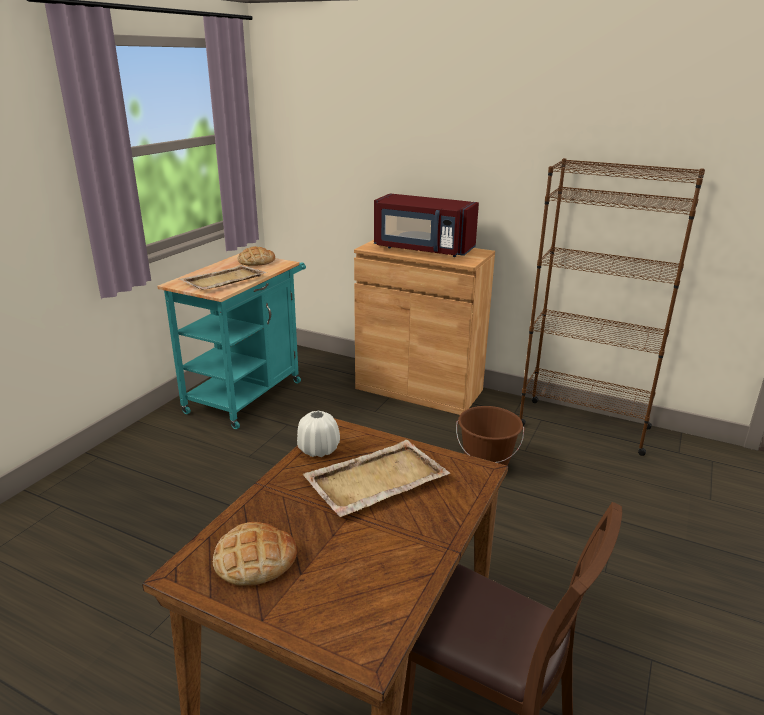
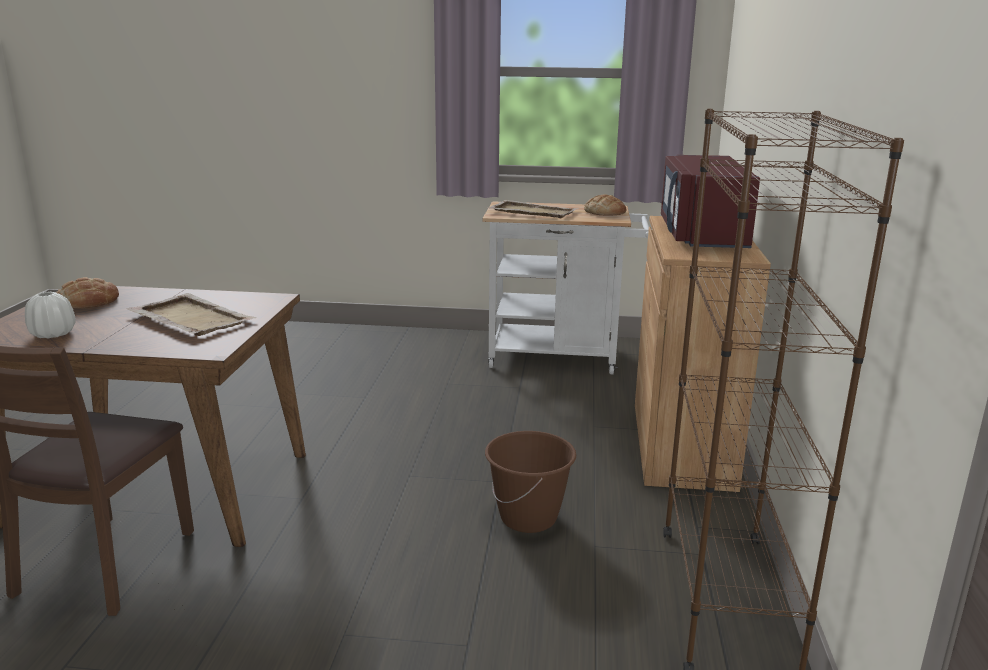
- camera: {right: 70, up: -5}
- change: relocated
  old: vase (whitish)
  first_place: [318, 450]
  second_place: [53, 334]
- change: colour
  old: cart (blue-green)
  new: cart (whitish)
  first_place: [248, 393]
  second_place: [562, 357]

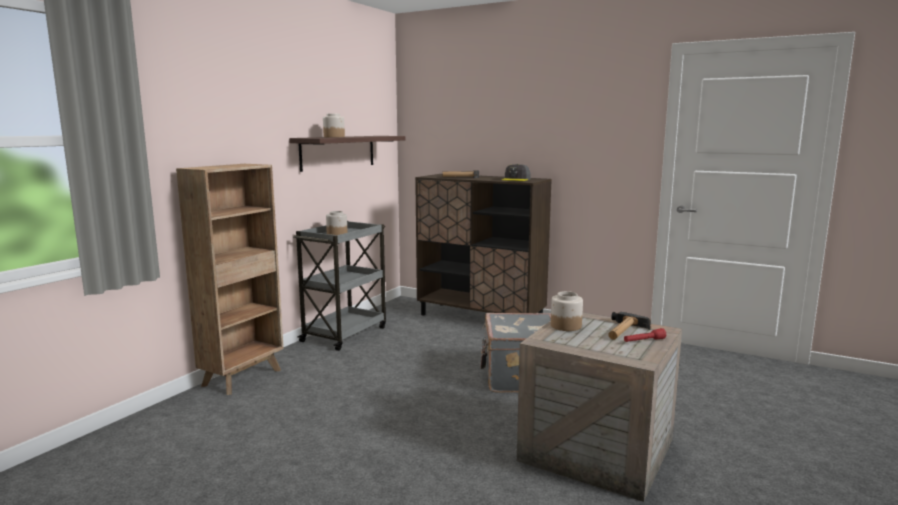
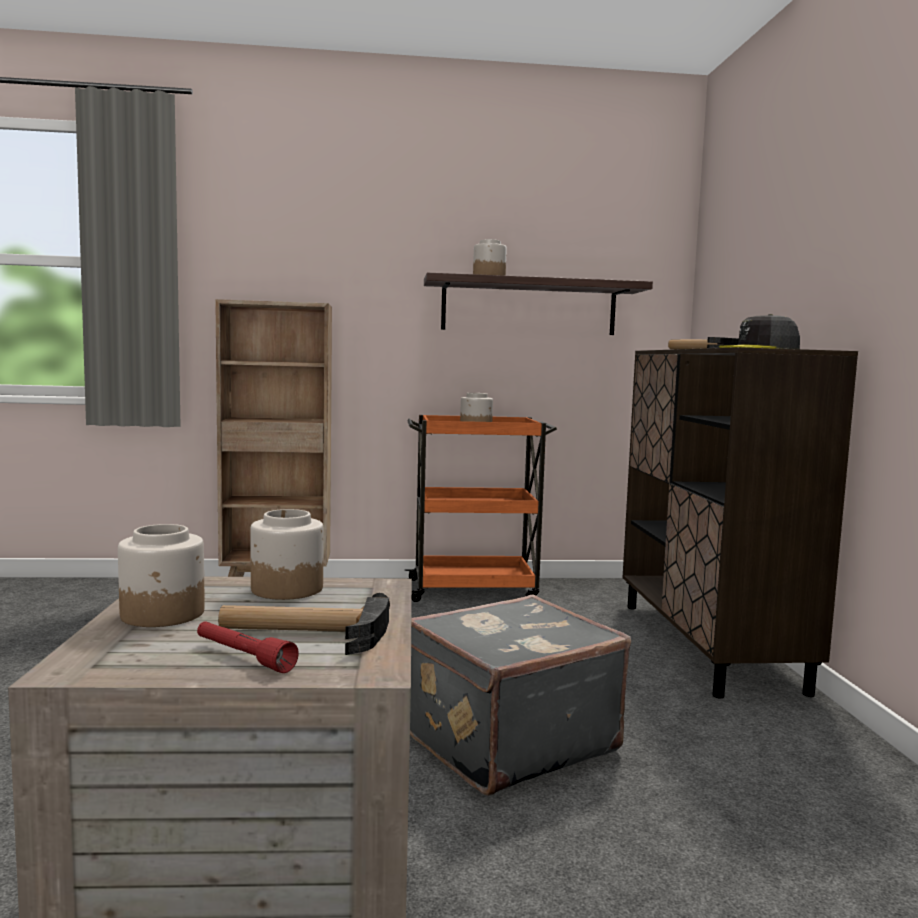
- camera: {right: 55, up: -5}
- change: appeared
  new: storage jar
  second_place: [163, 614]
- change: colour
  old: cart (gray)
  new: cart (orange-coloured)
  first_place: [345, 333]
  second_place: [474, 590]

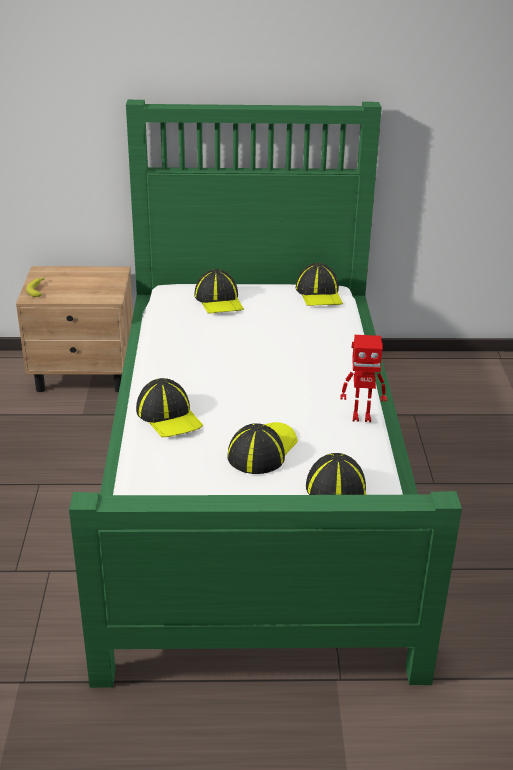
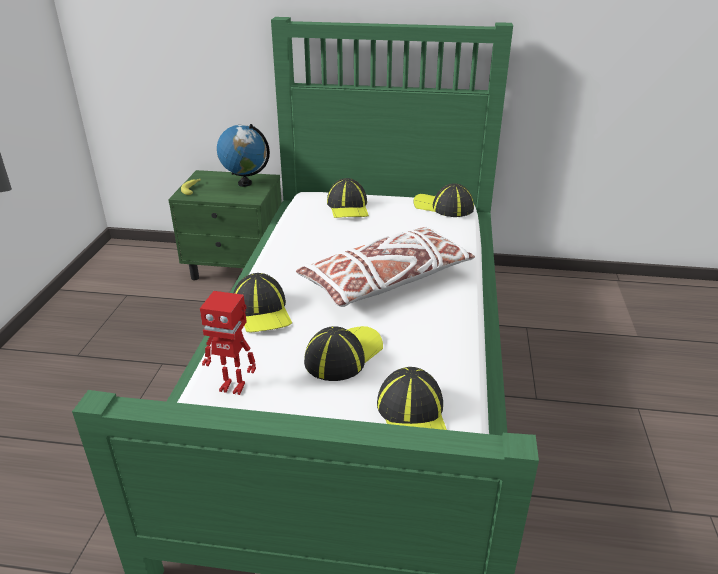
- camera: {right: 10, up: 0}
- change: colour
  old: nightstand (beige)
  new: nightstand (green-coloured)
  first_place: [85, 374]
  second_place: [237, 268]
- change: relocated
  old: toy robot
  first_place: [361, 417]
  second_place: [233, 386]
- change: appeared
  new: globe
  second_place: [245, 183]
- change: appeared
  new: cushion (whitish)
  second_place: [386, 281]
- change: spun
  old: baseball cap
  first_place: [319, 294]
  second_place: [443, 207]
  degrees: 120

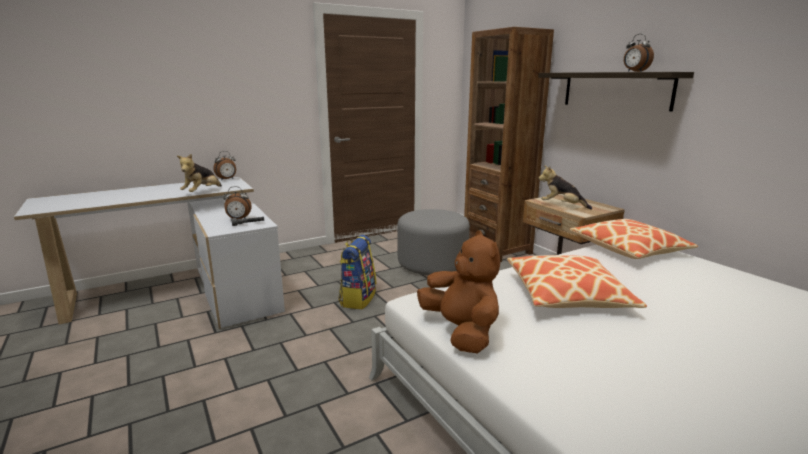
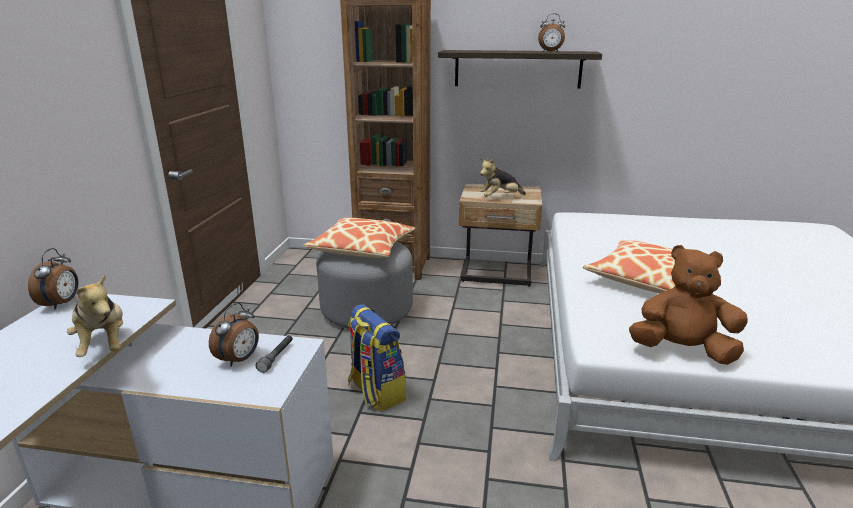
- camera: {right: -50, up: 5}
- change: relocated
  old: cushion
  first_place: [628, 249]
  second_place: [362, 248]

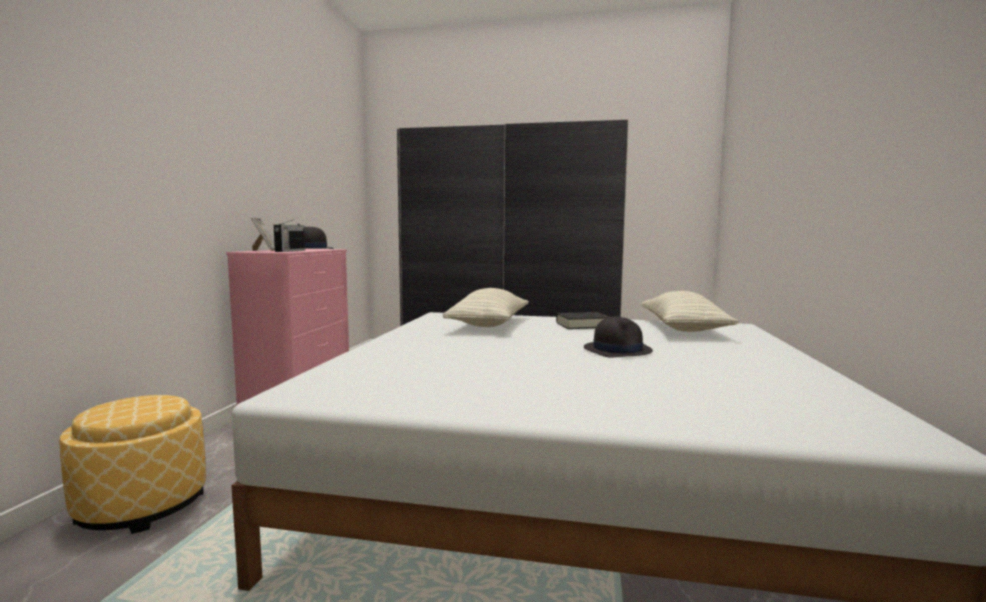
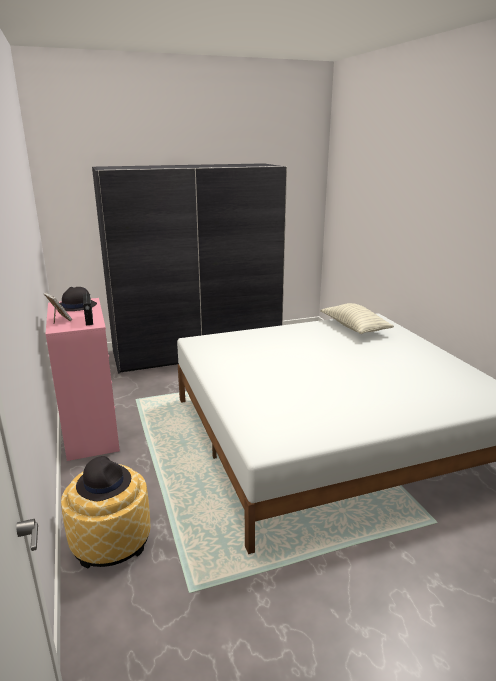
- camera: {right: -30, up: 15}
- change: relocated
  old: clothing hat (blackish)
  first_place: [617, 350]
  second_place: [104, 482]
- change: missing
  old: cushion
  first_place: [489, 325]
- change: missing
  old: volume (blackish)
  first_place: [582, 325]

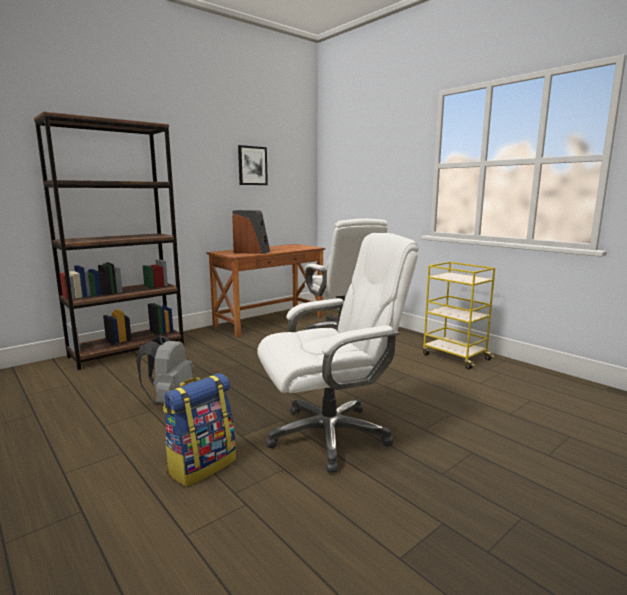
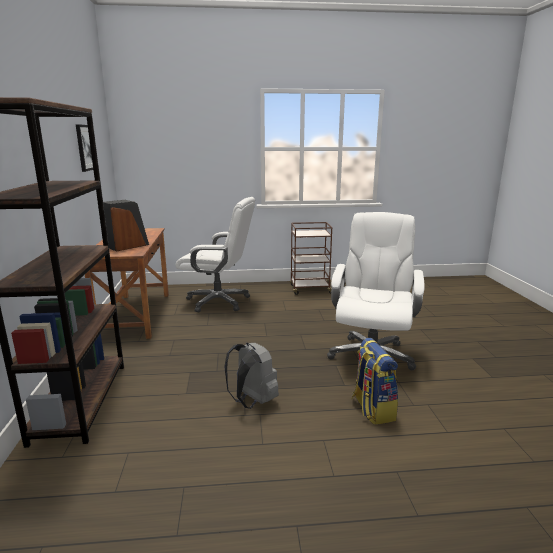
- camera: {right: -55, up: 5}
- change: colour
  old: cart (yellow-coloured)
  new: cart (brown-coloured)
  first_place: [454, 357]
  second_place: [310, 289]

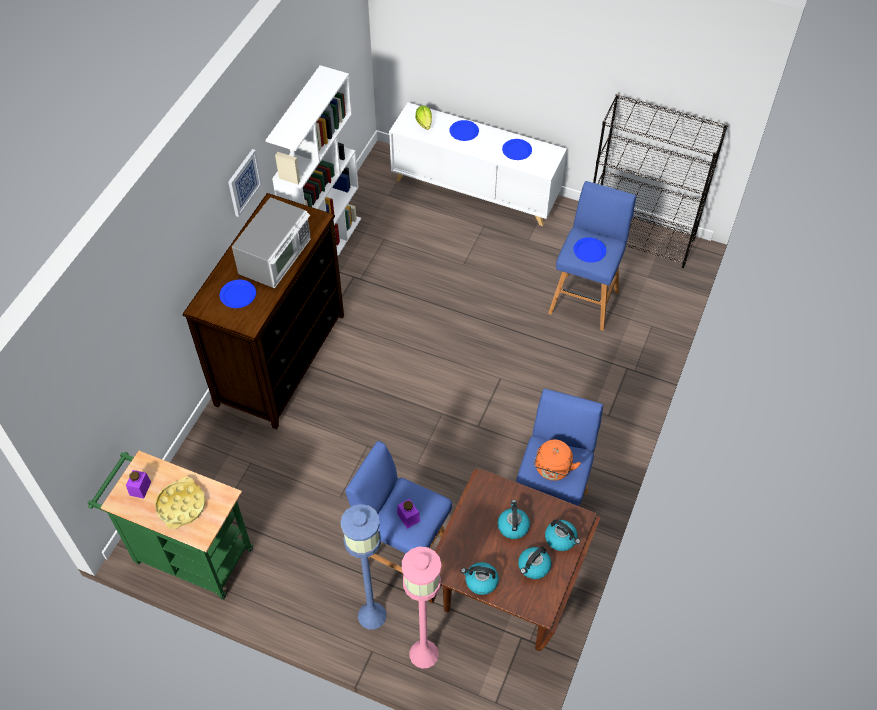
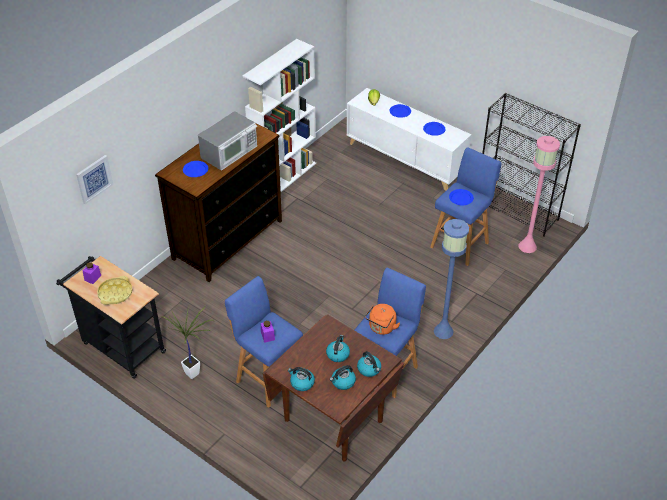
- camera: {right: 15, up: -10}
- change: colour
  old: cart (green-coloured)
  new: cart (blackish)
  first_place: [187, 554]
  second_place: [120, 346]
- change: relocated
  old: wall picture
  first_place: [243, 182]
  second_place: [94, 179]
- change: appeared
  new: plant in a pot
  second_place: [195, 373]
- change: relocated
  old: standard lamp (bluish)
  first_place: [371, 616]
  second_place: [443, 331]
- change: relocated
  old: standard lamp (pink)
  first_place: [424, 654]
  second_place: [527, 246]

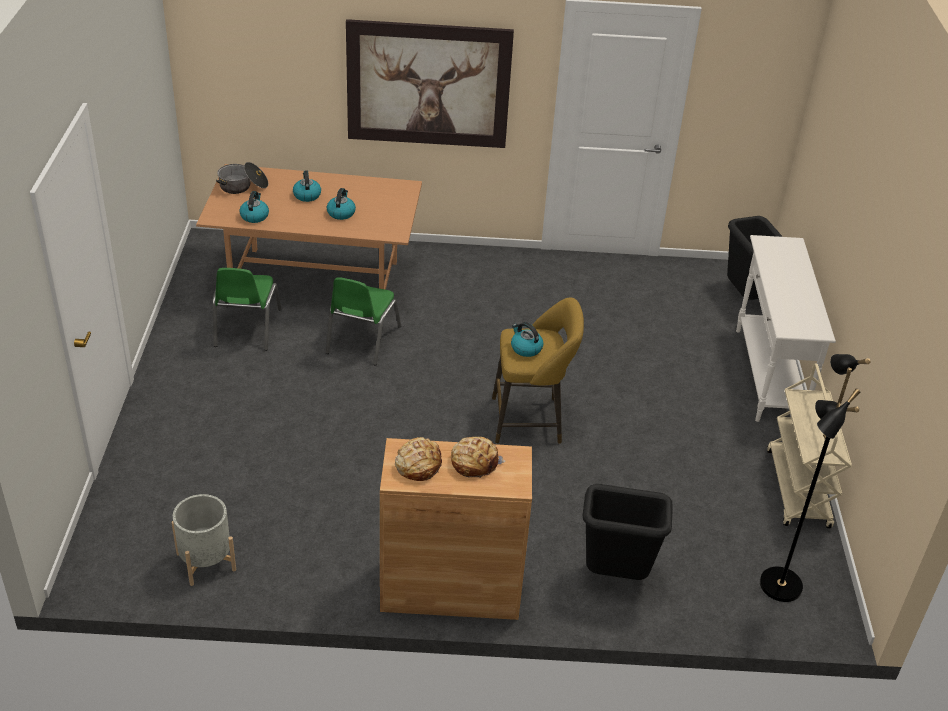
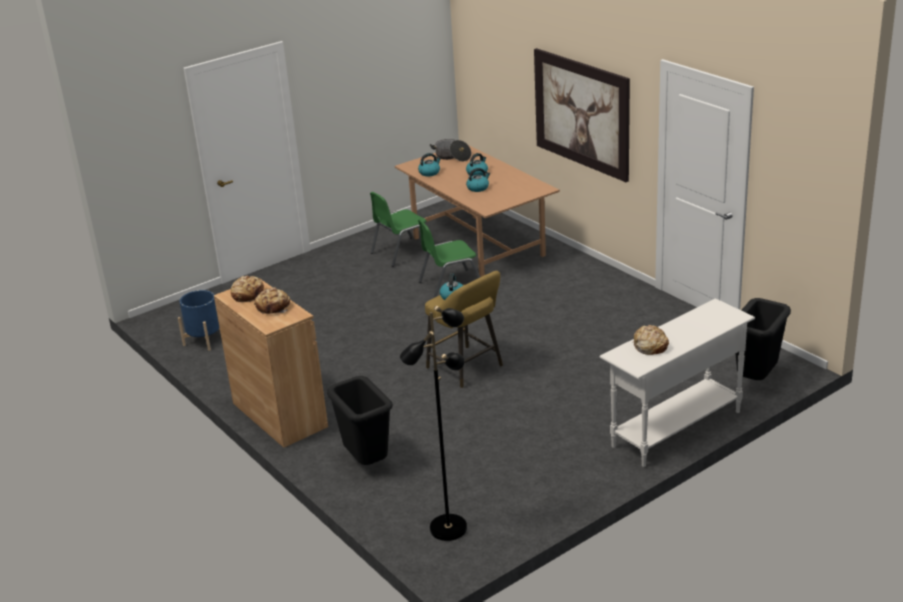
- camera: {right: 55, up: -10}
- change: colour
  old: flower pot (gray)
  new: flower pot (bluish)
  first_place: [206, 561]
  second_place: [205, 340]
- change: appeared
  new: bakery bread
  second_place: [650, 346]
- change: missing
  old: cart (beige)
  first_place: [798, 489]

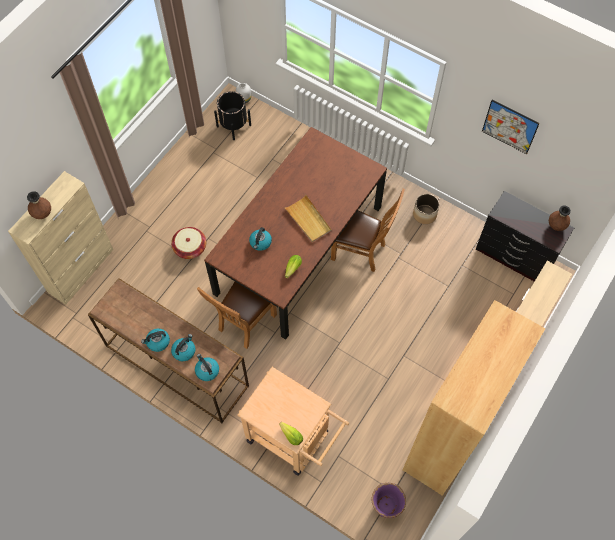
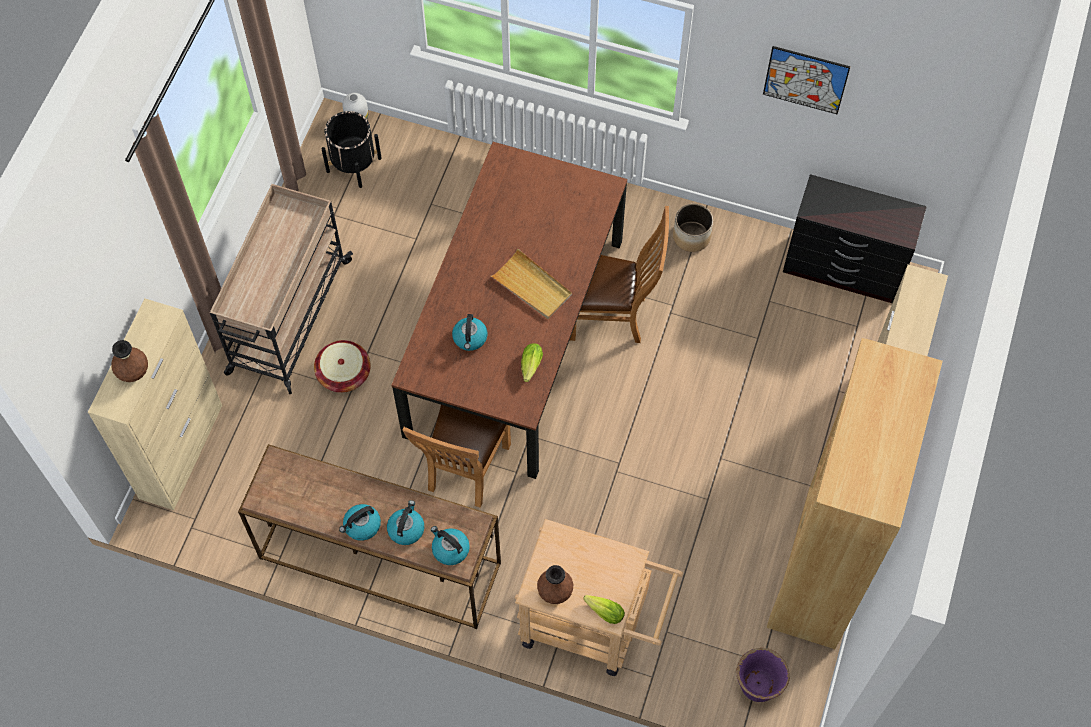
- camera: {right: -15, up: 0}
- change: appeared
  new: cart (beige)
  second_place: [288, 318]
- change: relocated
  old: vase (brown-coloured)
  first_place: [556, 226]
  second_place: [555, 592]

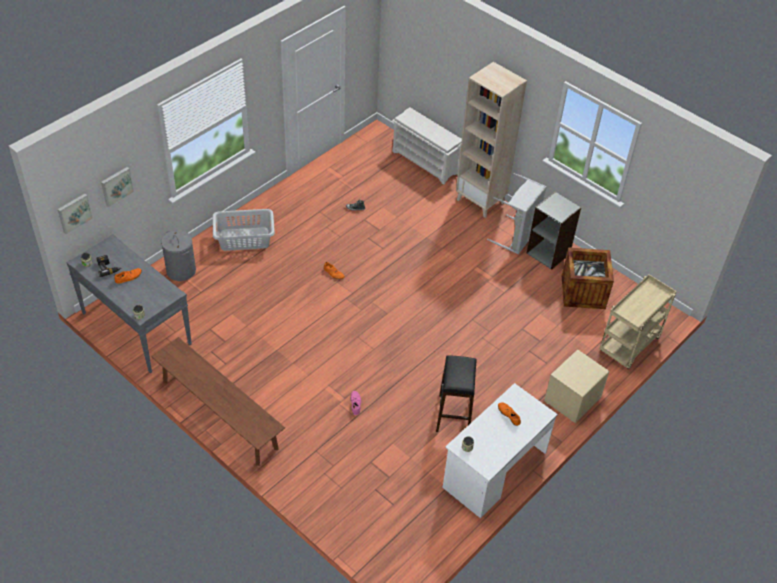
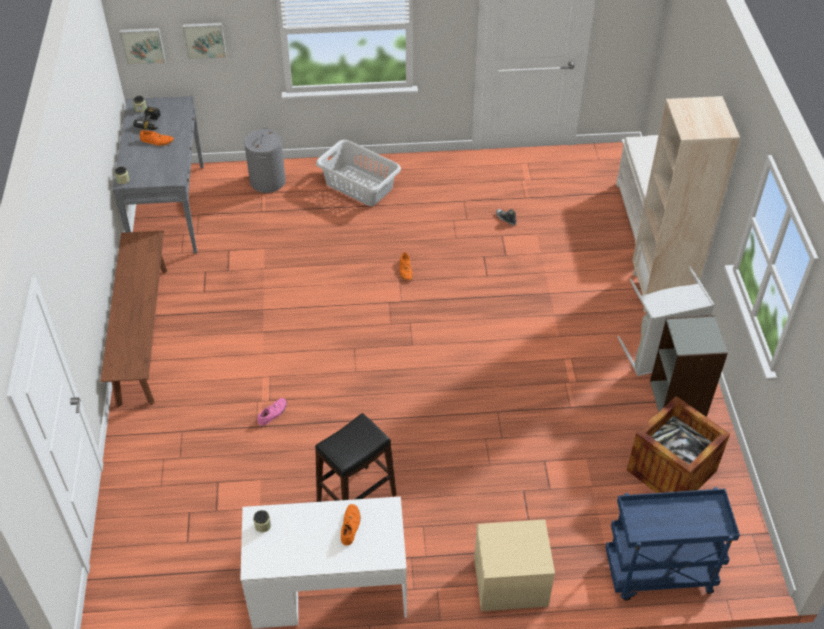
- camera: {right: 45, up: 0}
- change: colour
  old: cart (beige)
  new: cart (bluish)
  first_place: [629, 346]
  second_place: [658, 574]

